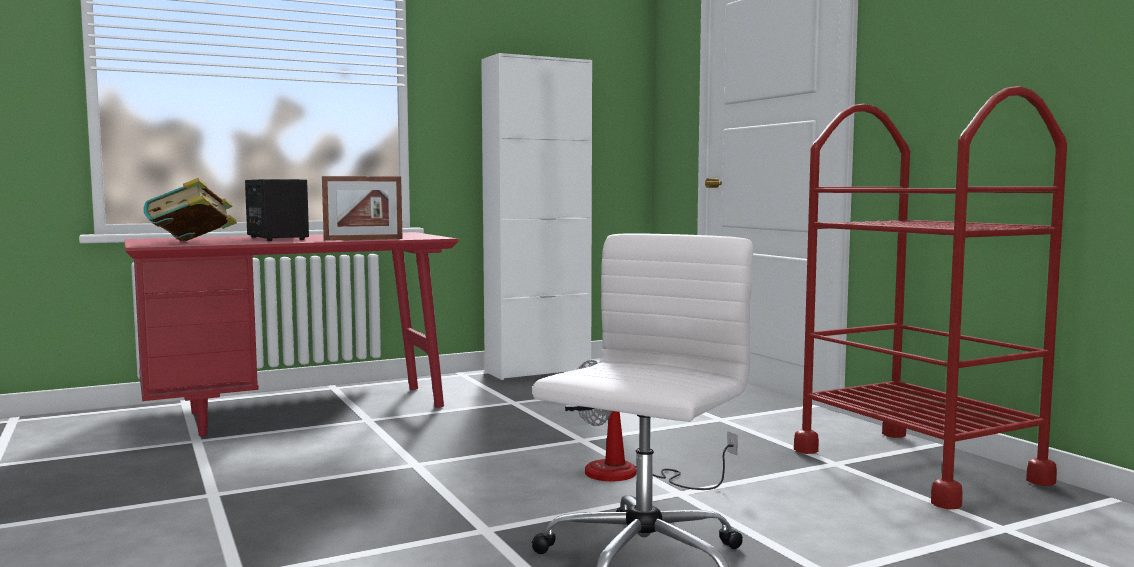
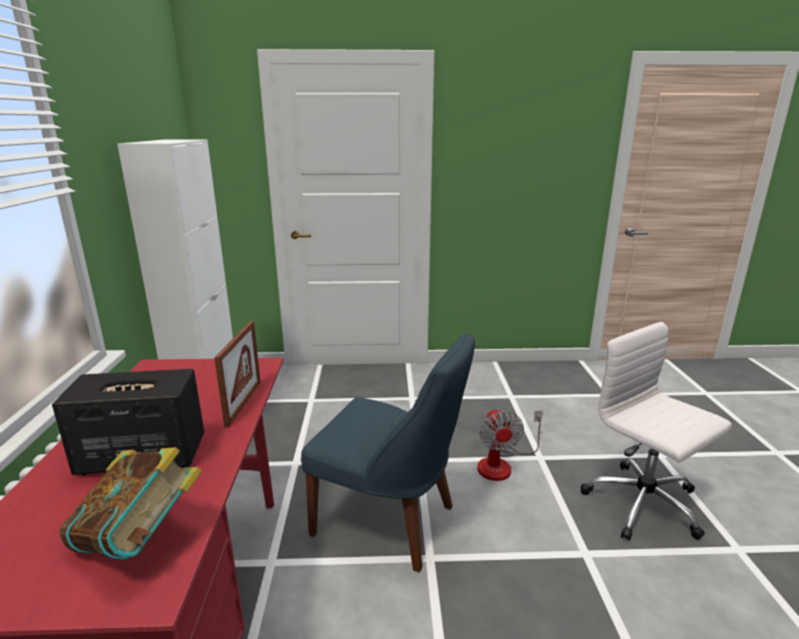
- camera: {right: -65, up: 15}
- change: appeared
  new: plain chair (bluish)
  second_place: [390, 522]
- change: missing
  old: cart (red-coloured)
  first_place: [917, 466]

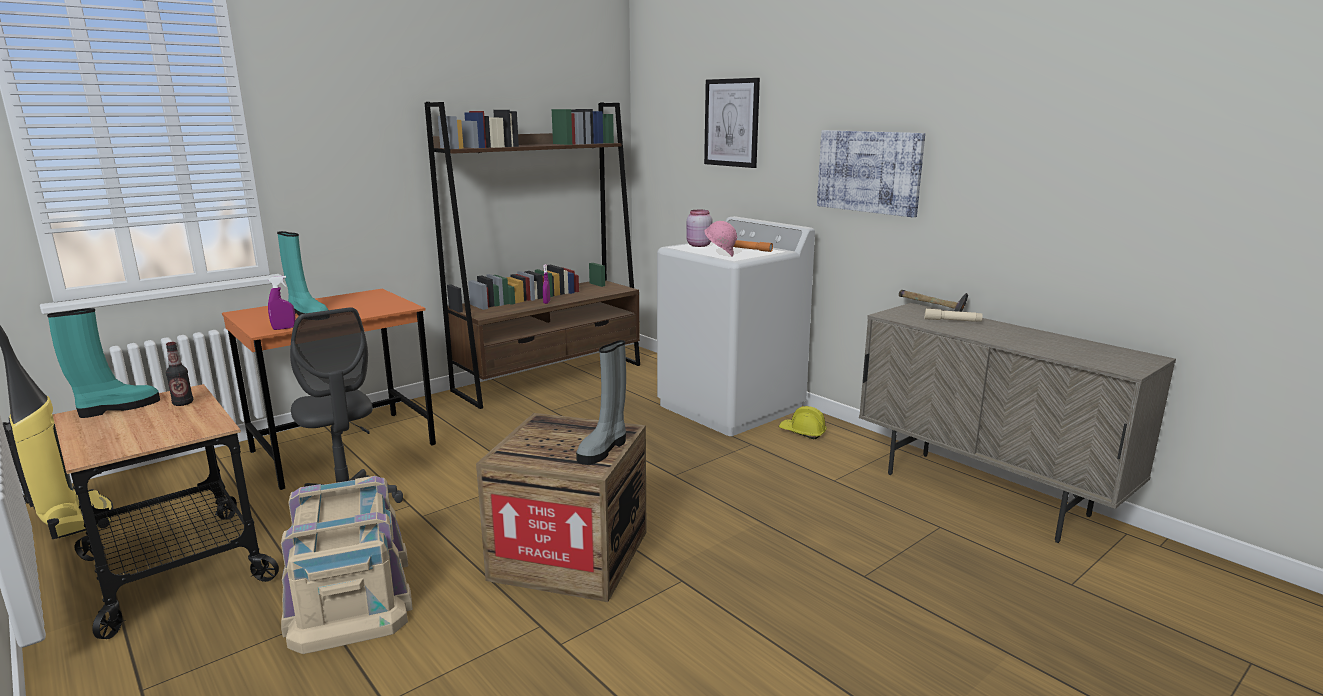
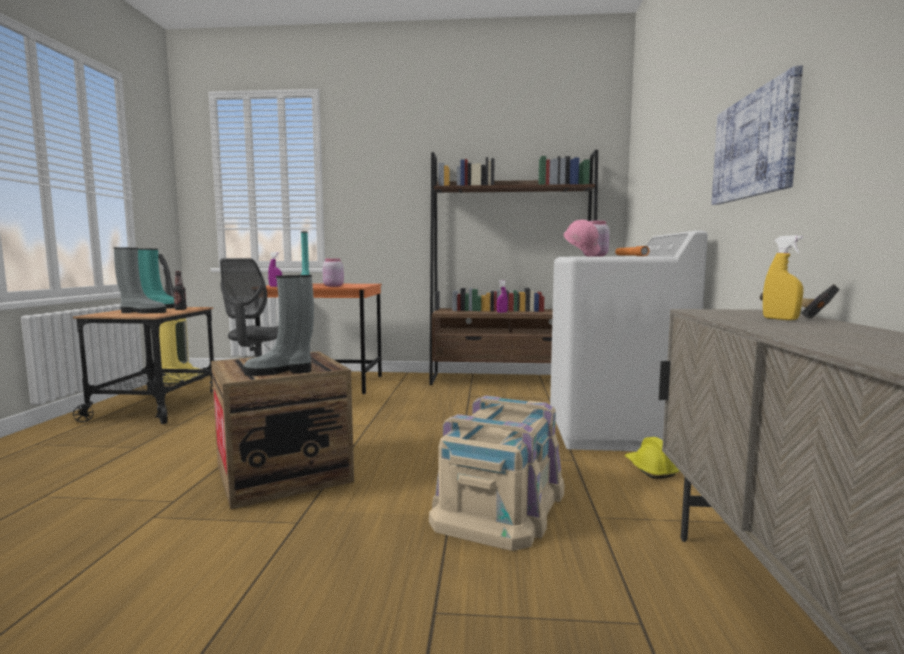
- camera: {right: 45, up: -10}
- change: appeared
  new: high-top boot (gray)
  second_place: [142, 312]
- change: appeared
  new: storage jar (pink)
  second_place: [333, 286]
- change: relocated
  old: storage container (beige)
  first_place: [351, 593]
  second_place: [501, 504]
- change: exchanged
  old: flashlight (beige)
  new: sprayer (yellow-coloured)
  first_place: [952, 320]
  second_place: [780, 319]
- change: missing
  old: wall picture
  first_place: [731, 123]

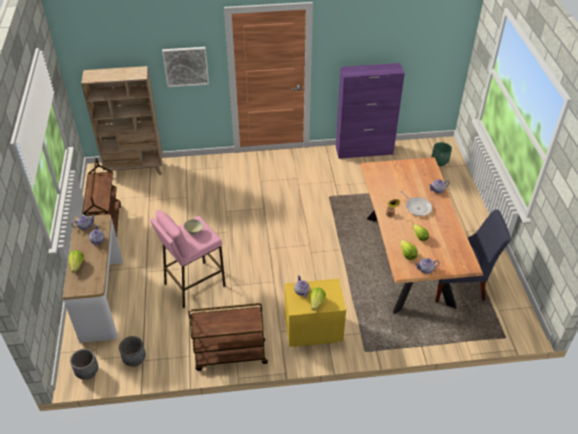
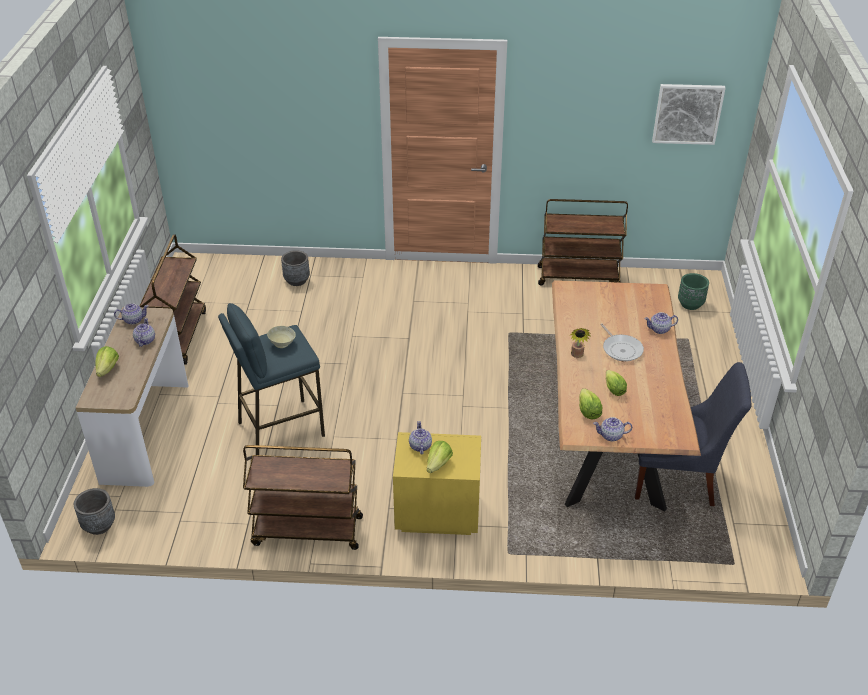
- camera: {right: 10, up: -5}
- change: colour
  old: stool (pink)
  new: stool (bluish)
  first_place: [194, 284]
  second_place: [280, 428]
- change: relocated
  old: flower pot (gray)
  first_place: [134, 359]
  second_place: [296, 280]
- change: exchanged
  old: storage cabinet (purple-coloured)
  new: cart (brown-coloured)
  first_place: [364, 151]
  second_place: [579, 276]
- change: relocated
  old: wall picture
  first_place: [186, 66]
  second_place: [687, 113]
- change: missing
  old: shelving unit (beige)
  first_place: [135, 170]

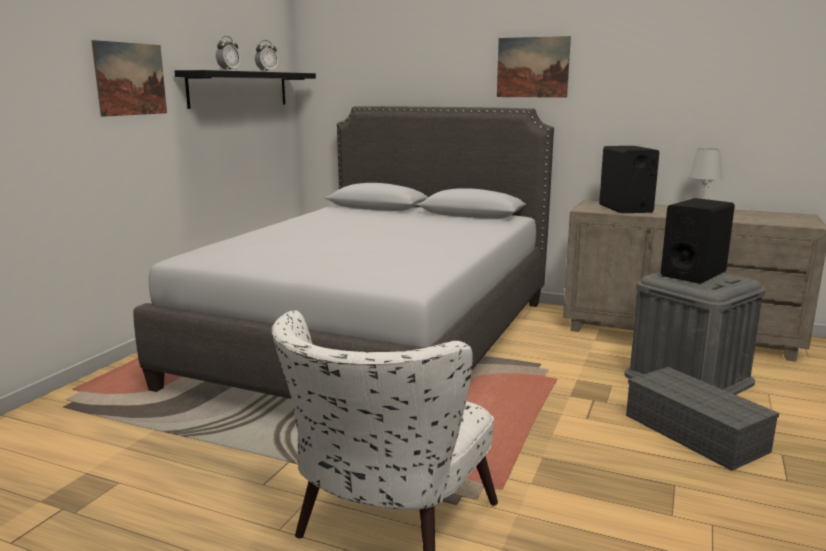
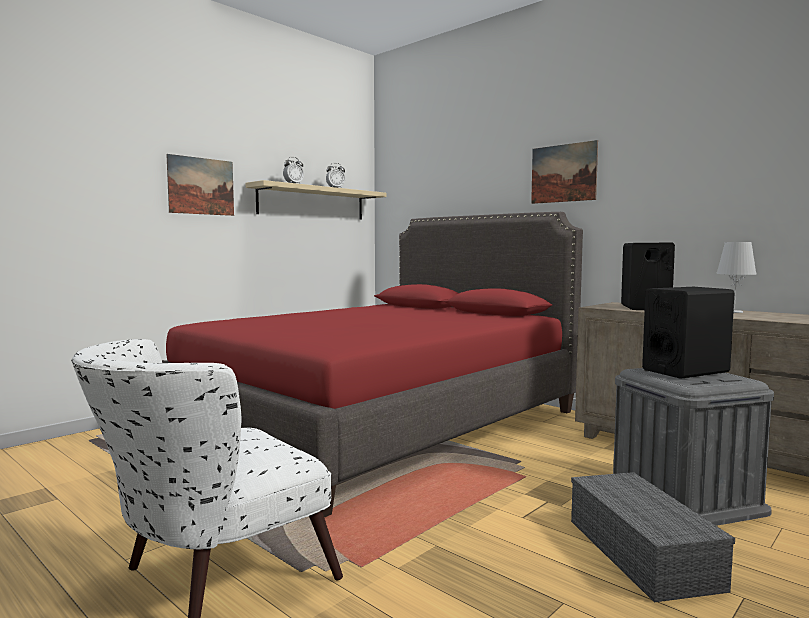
- camera: {right: 20, up: -10}
- change: colour
  old: sleeping bed (gray)
  new: sleeping bed (red-coloured)
  first_place: [375, 340]
  second_place: [380, 423]
- change: colour
  old: shelf (blackish)
  new: shelf (beige)
  first_place: [239, 89]
  second_place: [312, 203]

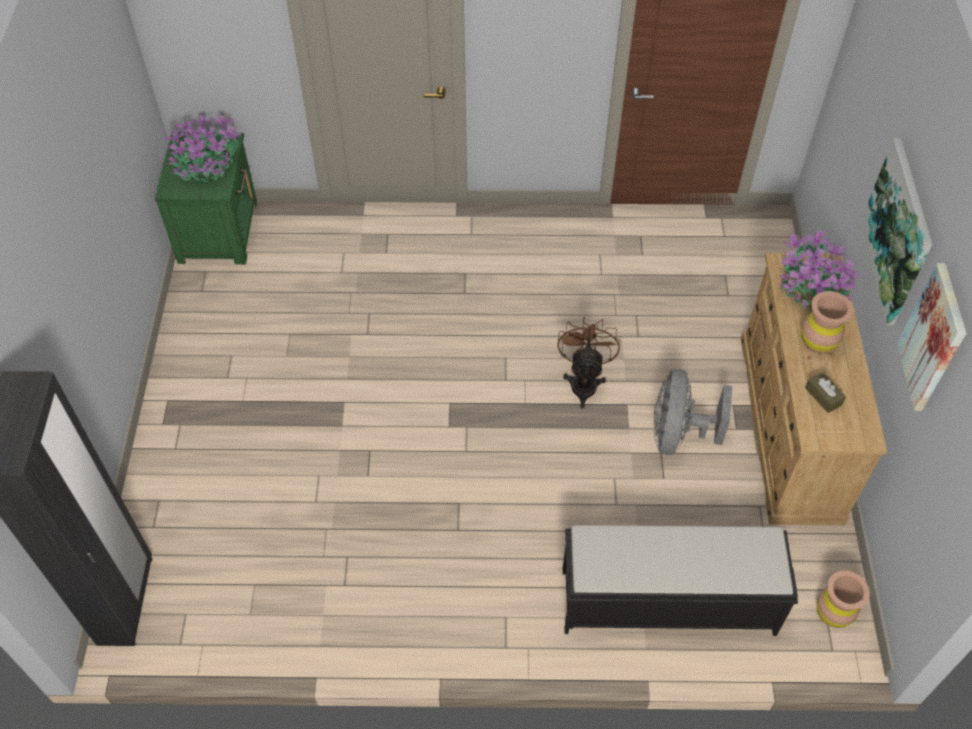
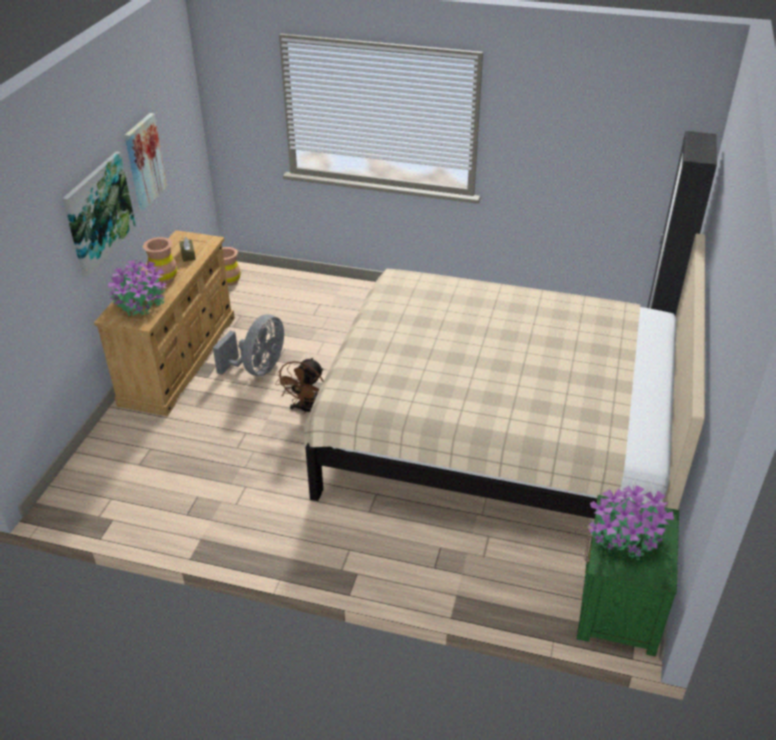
- camera: {right: -165, up: -15}
- change: appeared
  new: sleeping bed (beige)
  second_place: [501, 432]
- change: missing
  old: long seat (blackish)
  first_place: [665, 601]

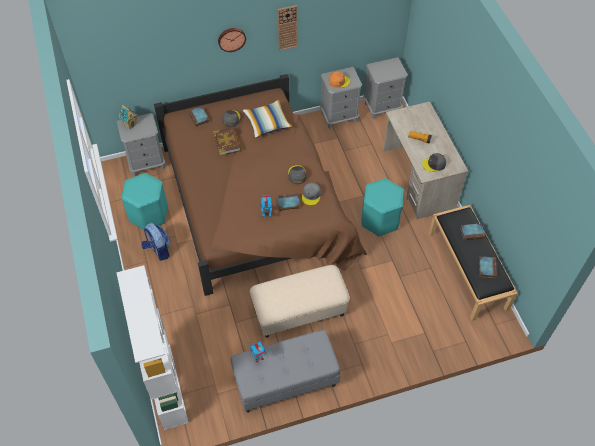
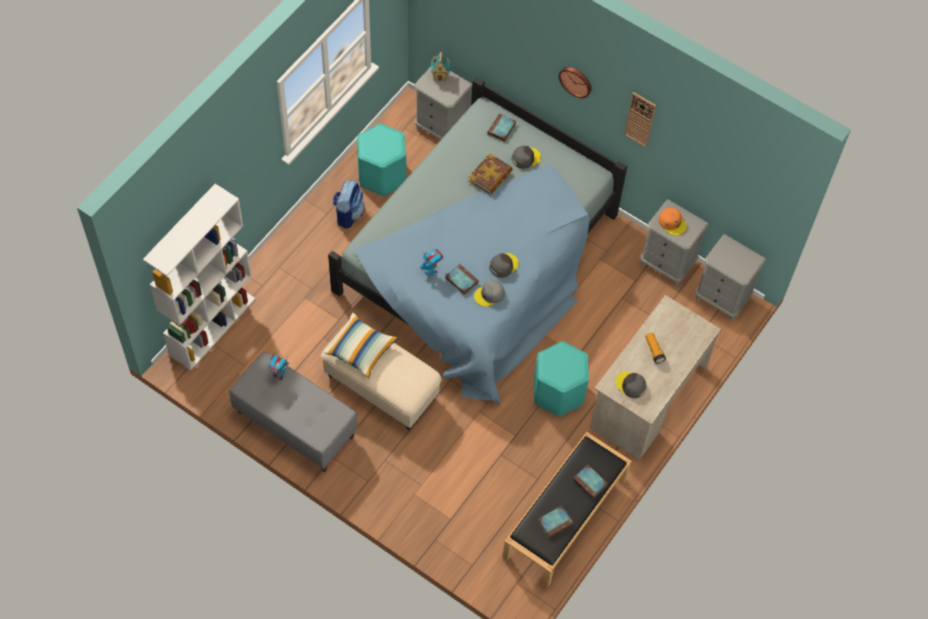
- camera: {right: 50, up: 5}
- change: relocated
  old: cushion
  first_place: [267, 123]
  second_place: [361, 349]
- change: colour
  old: sleeping bed (brown-coloured)
  new: sleeping bed (bluish)
  first_place: [257, 203]
  second_place: [479, 262]

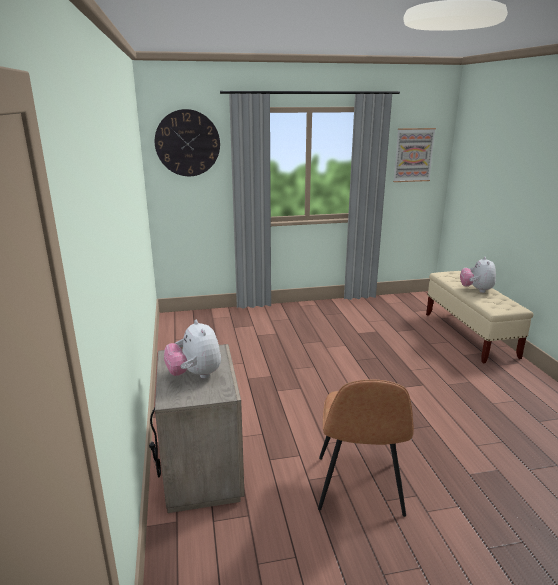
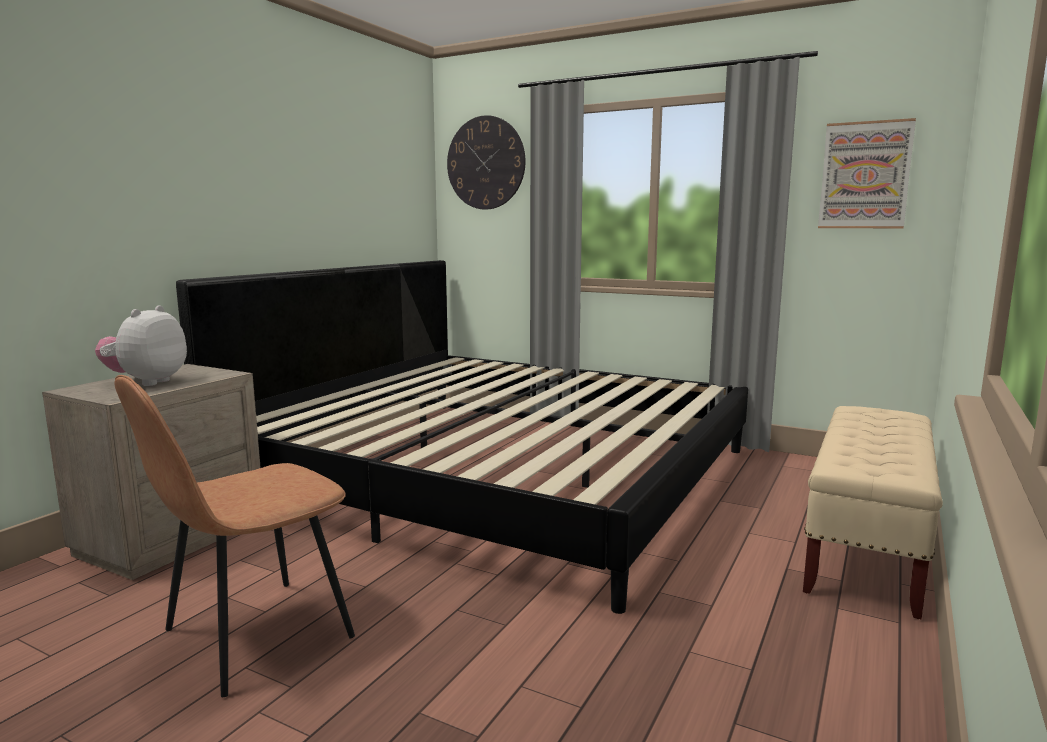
- camera: {right: 40, up: -10}
- change: appeared
  new: sleeping bed
  second_place: [497, 472]
- change: missing
  old: soft toy
  first_place: [476, 290]

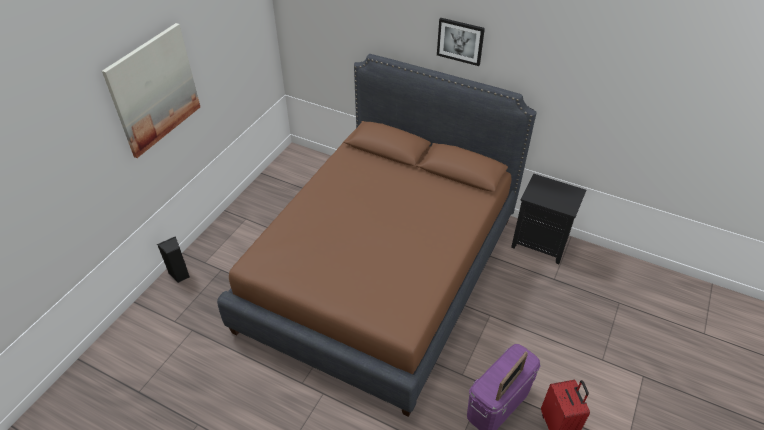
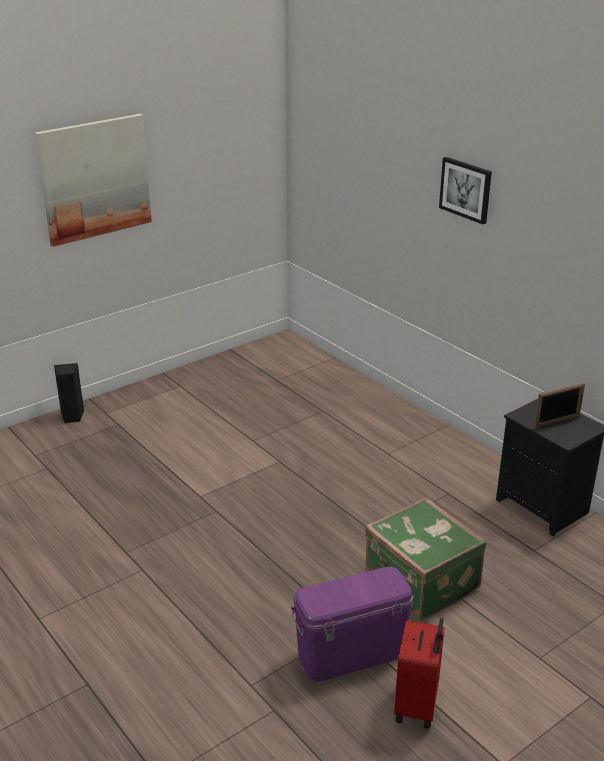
- camera: {right: 25, up: -15}
- change: appeared
  new: piece of luggage (green-coloured)
  second_place: [420, 583]
- change: relocated
  old: standing frame
  first_place: [509, 384]
  second_place: [557, 422]
- change: missing
  old: sleeping bed (brown-coloured)
  first_place: [382, 272]

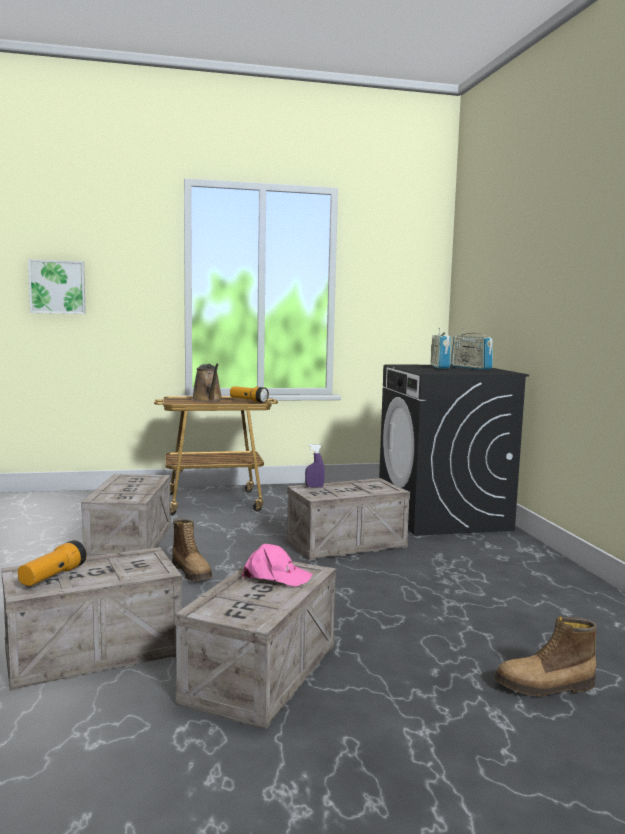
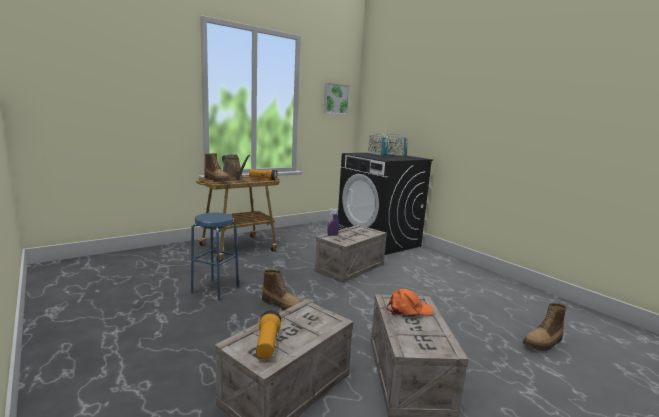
- camera: {right: -25, up: 5}
- change: exchanged
  old: crate
  new: stool (bluish)
  first_place: [130, 543]
  second_place: [215, 289]
- change: appeared
  new: high-top boot
  second_place: [217, 180]
- change: relocated
  old: wall picture
  first_place: [57, 287]
  second_place: [335, 99]
- change: colour
  old: baseball cap (pink)
  new: baseball cap (orange-coloured)
  first_place: [275, 576]
  second_place: [408, 309]

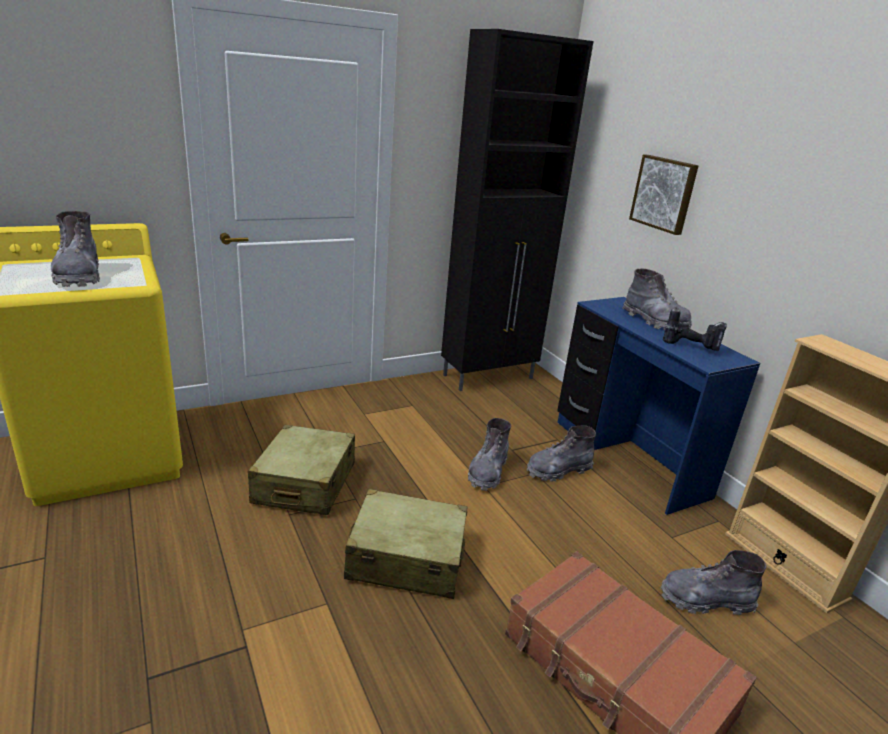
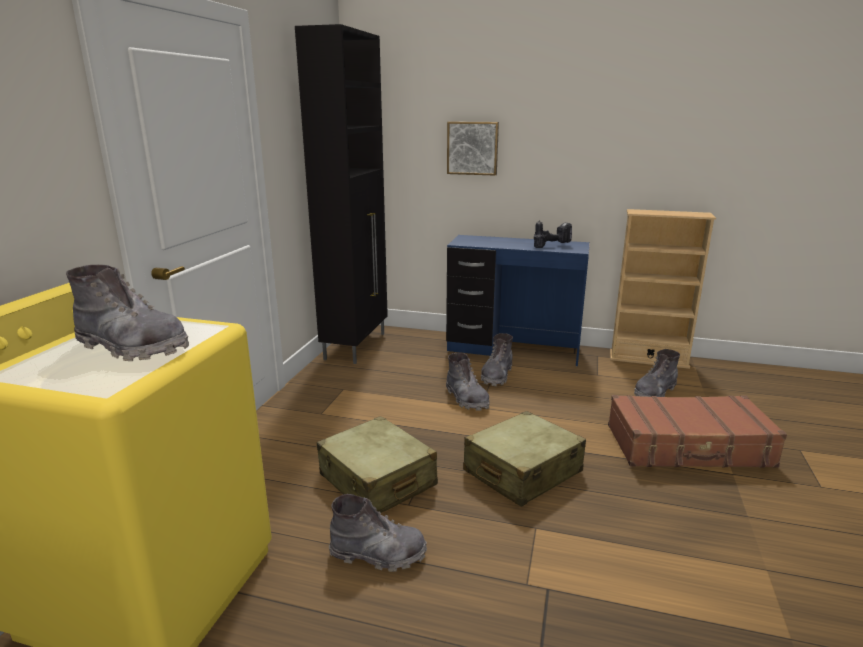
- camera: {right: -45, up: -5}
- change: relocated
  old: high-top boot (gray)
  first_place: [654, 321]
  second_place: [378, 554]

